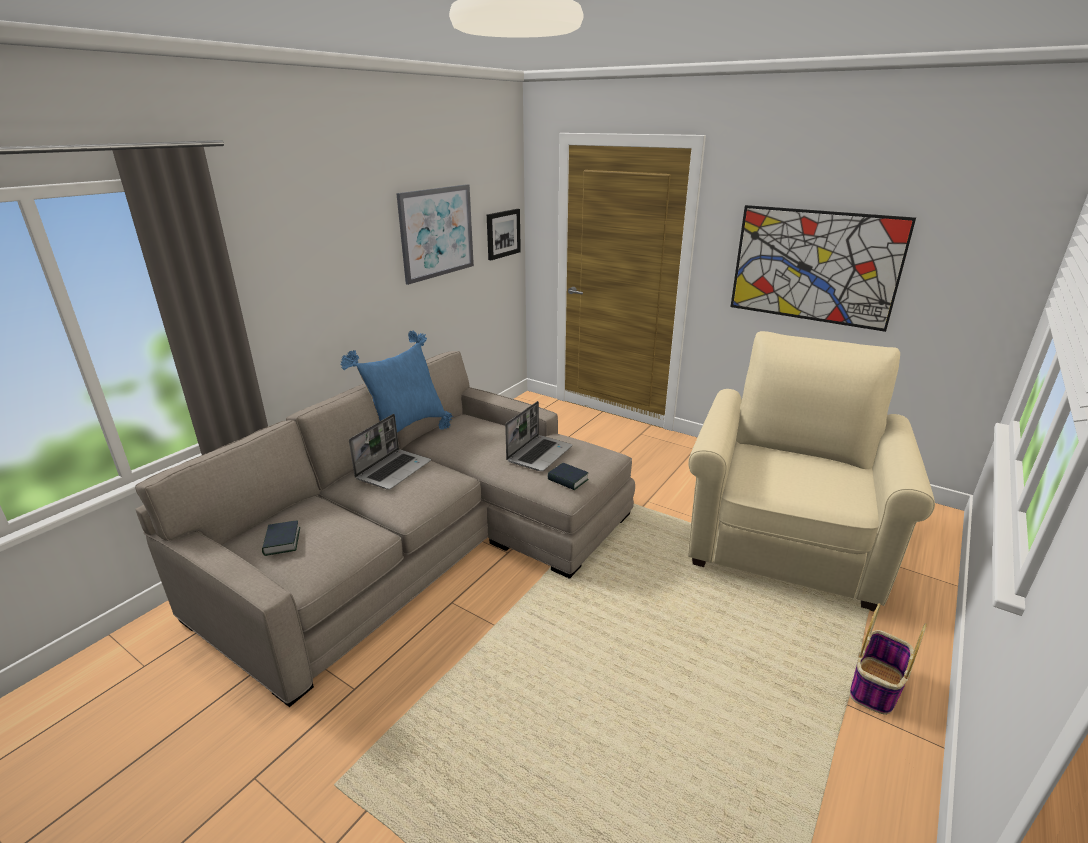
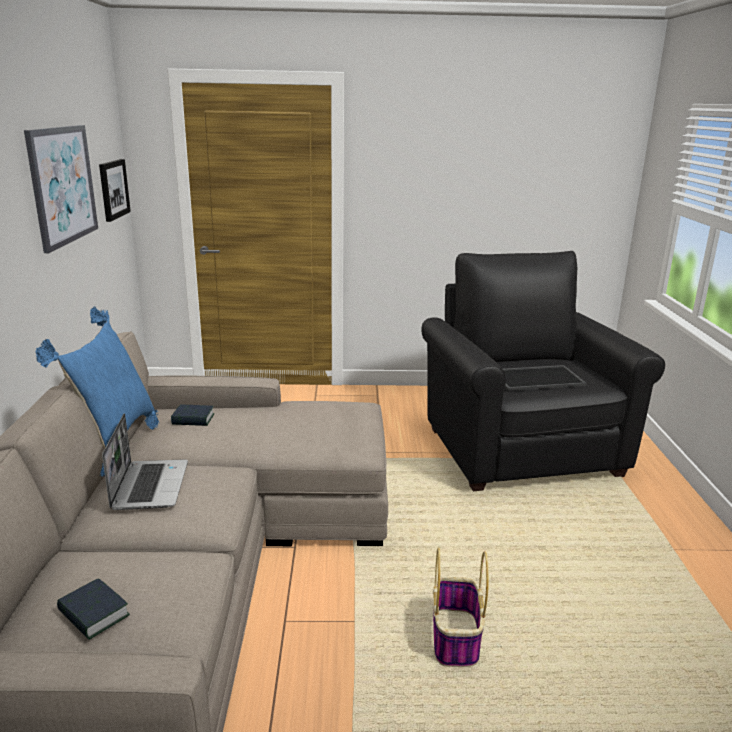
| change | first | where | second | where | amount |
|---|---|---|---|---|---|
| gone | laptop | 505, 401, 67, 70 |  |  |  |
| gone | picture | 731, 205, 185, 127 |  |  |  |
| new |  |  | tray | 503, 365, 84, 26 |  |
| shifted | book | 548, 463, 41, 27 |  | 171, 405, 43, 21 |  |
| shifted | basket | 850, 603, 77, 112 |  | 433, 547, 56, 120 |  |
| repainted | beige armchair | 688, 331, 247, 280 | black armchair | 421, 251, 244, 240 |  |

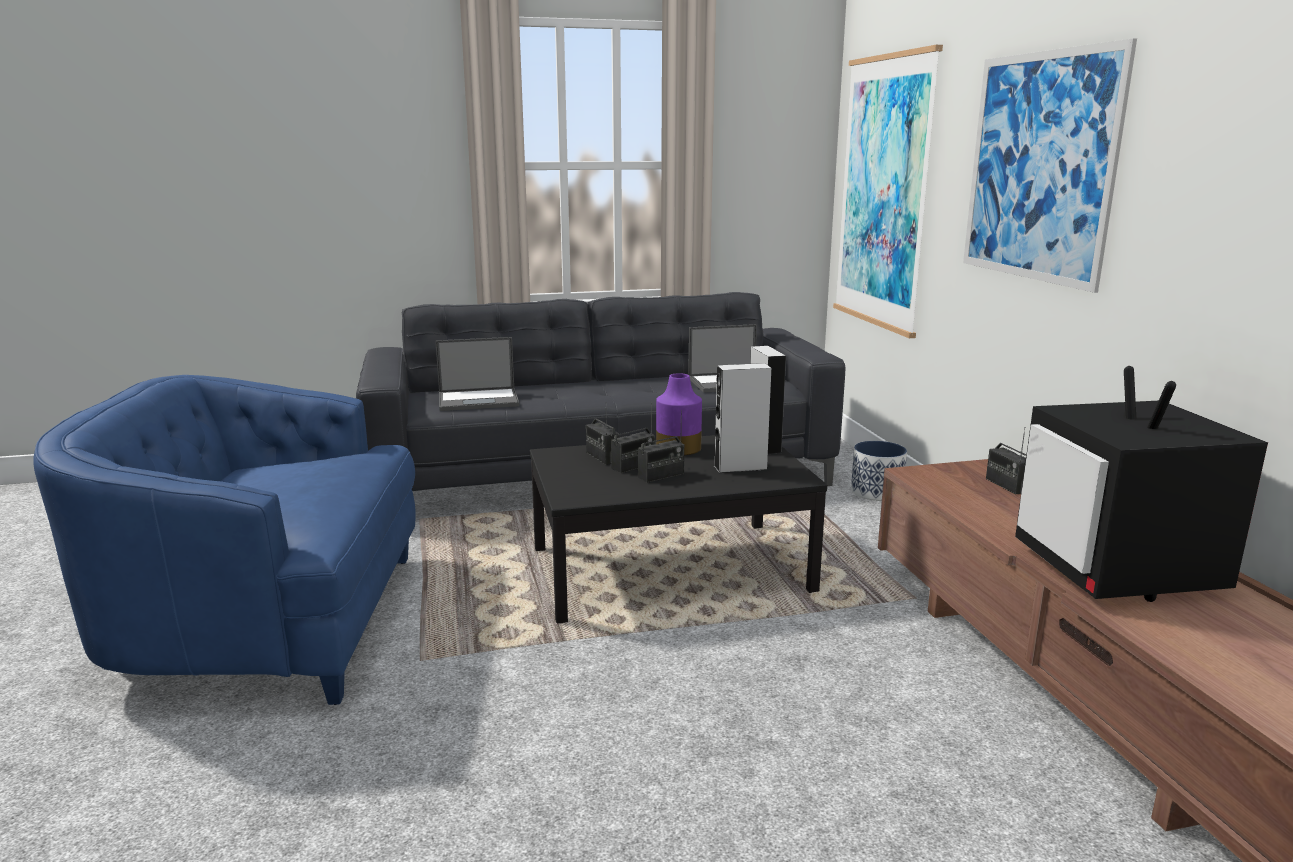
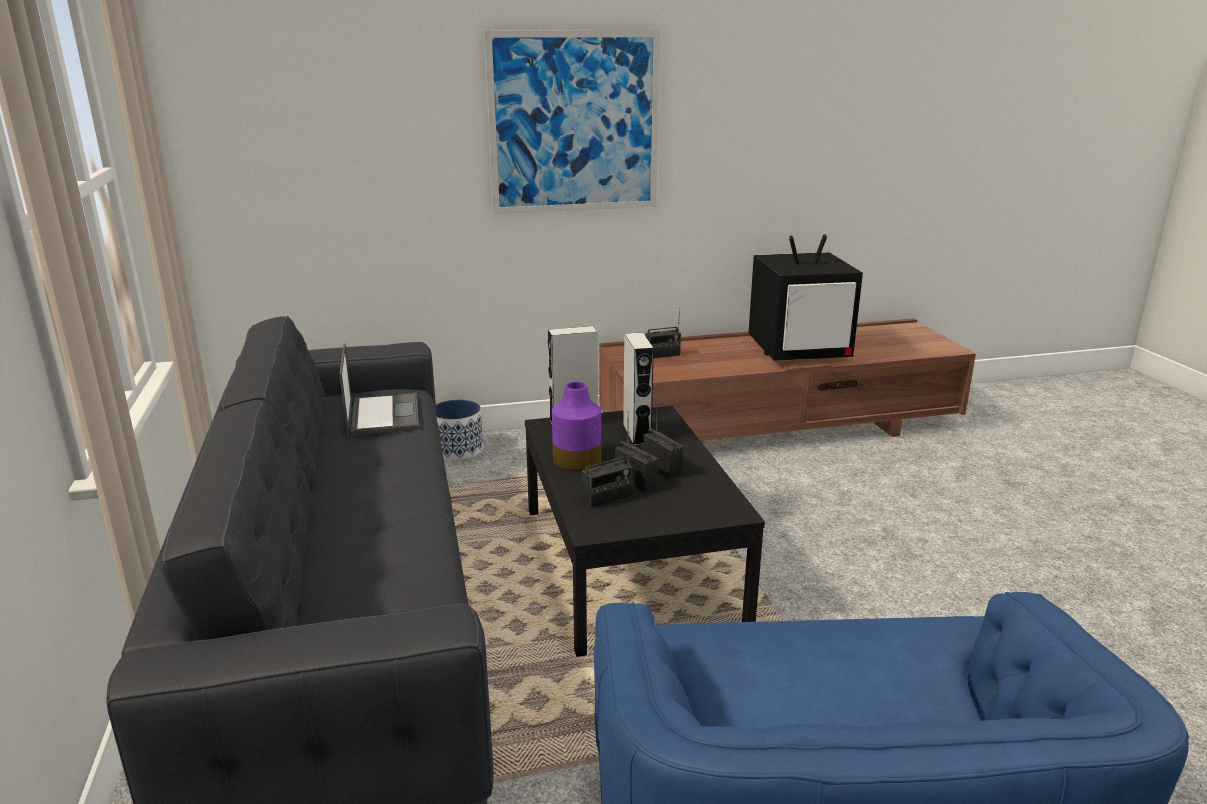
| change | first | where | second | where | amount |
|---|---|---|---|---|---|
| gone | laptop | 435, 337, 84, 74 |  |  |  |
| gone | picture | 833, 45, 110, 293 |  |  |  |

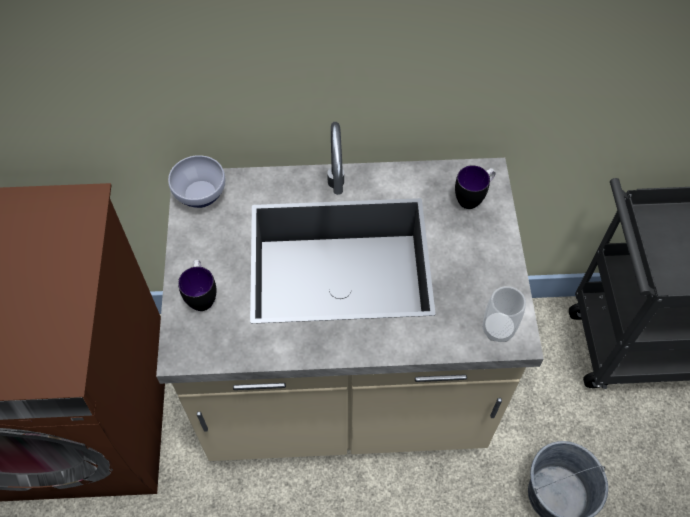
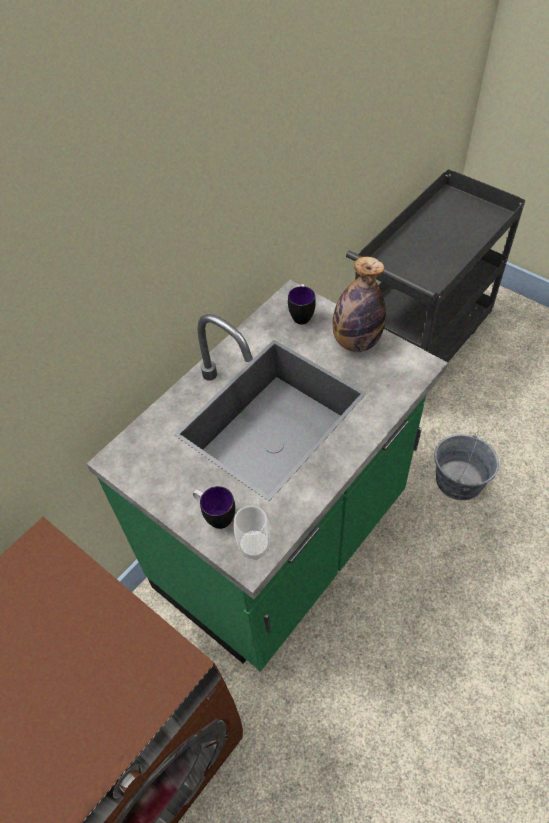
| change | first | where | second | where | amount |
|---|---|---|---|---|---|
| gone | bowl | 168, 155, 58, 53 |  |  |  |
| new |  |  | bottle | 332, 257, 54, 95 |  |
| shifted | cup | 483, 286, 43, 56 |  | 234, 506, 36, 54 |  |
| repainted | beige counter | 156, 122, 388, 339 | green counter | 87, 280, 361, 392 |  |

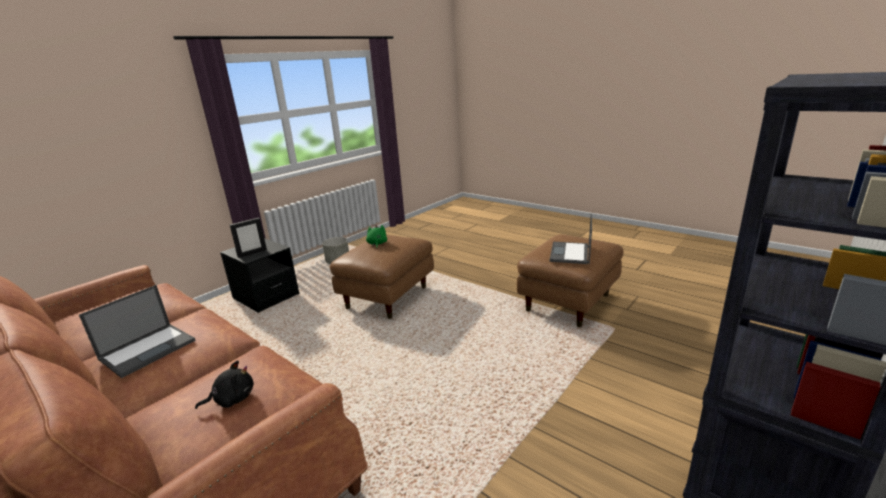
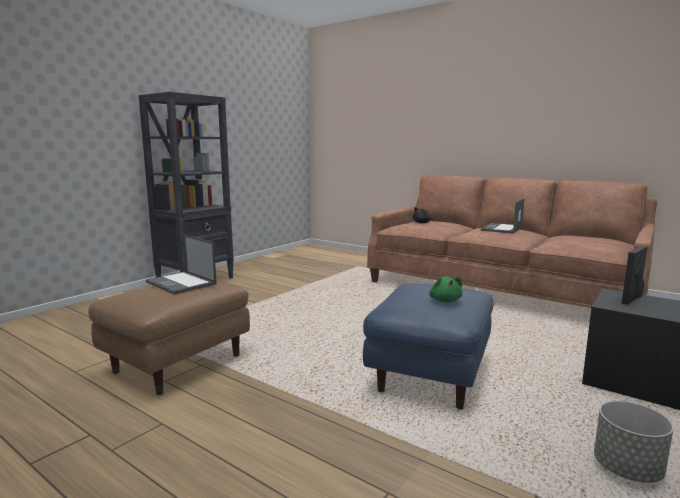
| change | first | where | second | where | amount |
|---|---|---|---|---|---|
| repainted | brown ottoman | 330, 235, 104, 84 | blue ottoman | 363, 283, 131, 127 |  |
| rotated | laptop | 549, 213, 43, 51 |  | 146, 235, 71, 60 | 120 degrees clockwise |

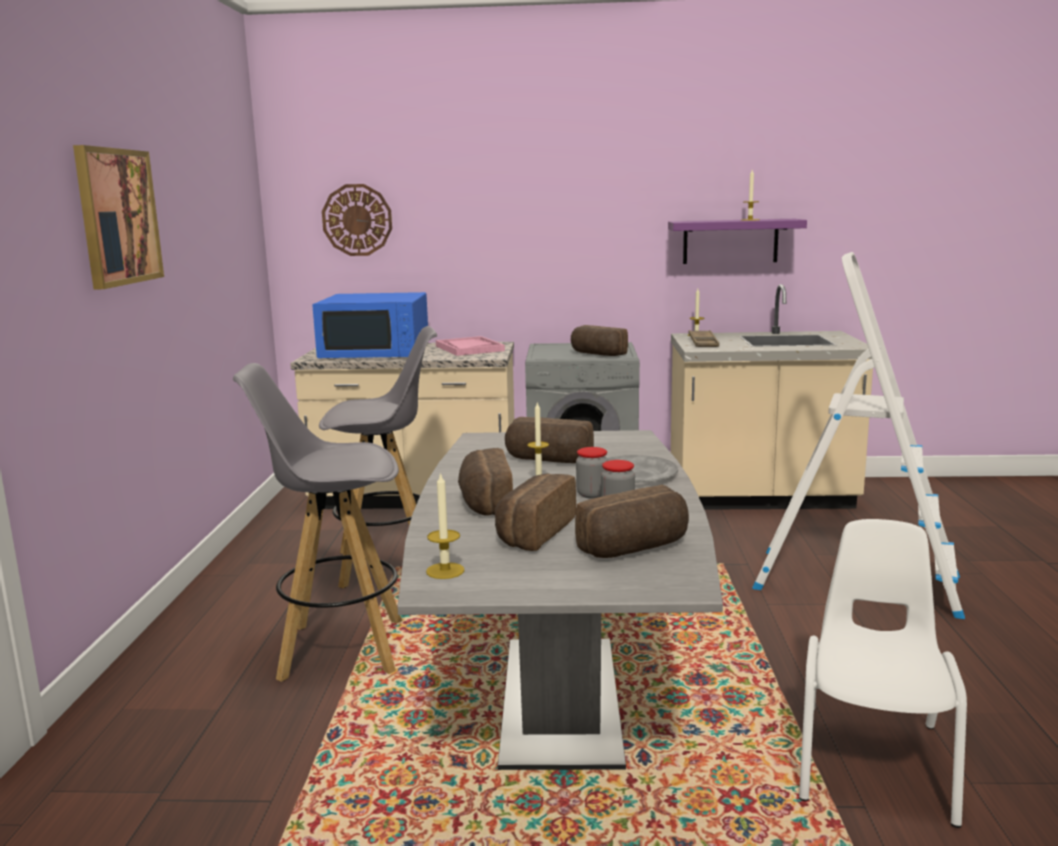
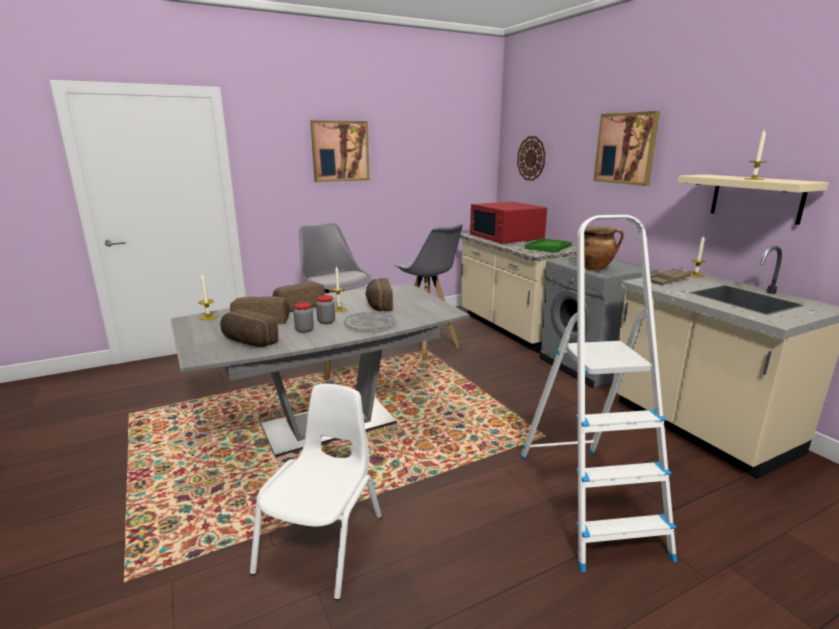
| change | first | where | second | where | amount |
|---|---|---|---|---|---|
| new |  |  | picture | 594, 111, 66, 75 |  |
| swapped | bread | 571, 325, 57, 31 | cooking pot | 584, 227, 40, 44 |  |
| repainted | blue microwave | 312, 292, 116, 66 | red microwave | 470, 202, 77, 42 |  |
| repainted | pink tray | 436, 336, 69, 20 | green tray | 525, 238, 47, 15 |  |
| repainted | purple shelf | 668, 219, 139, 45 | beige shelf | 677, 174, 152, 51 |  |
| rotated | white chair | 799, 519, 168, 309 |  | 250, 384, 132, 216 | 60 degrees counterclockwise |

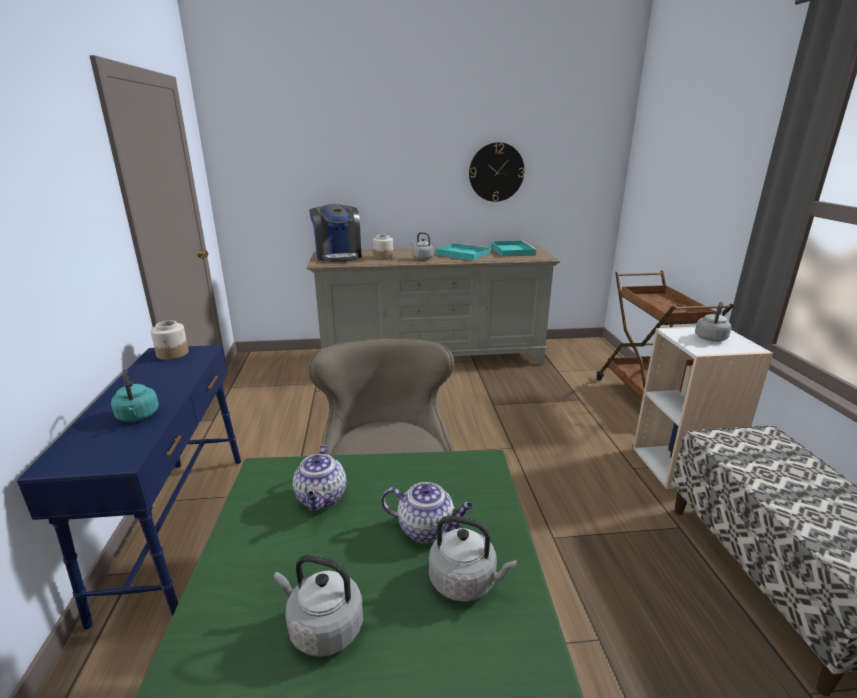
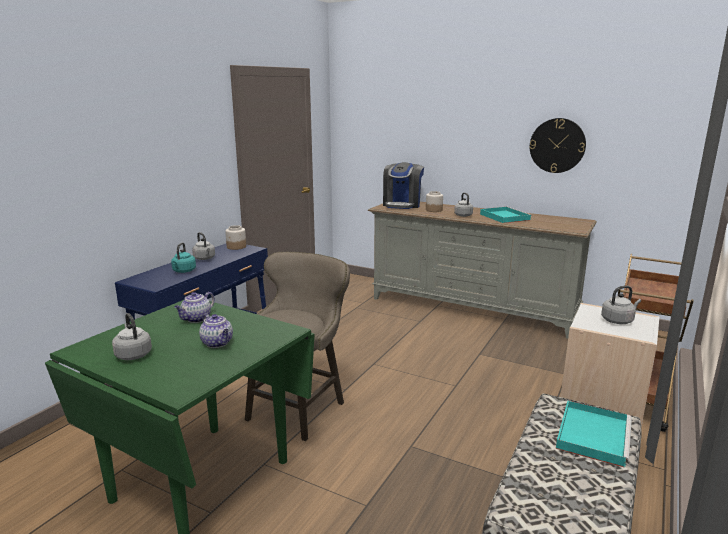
| change | first | where | second | where | amount |
|---|---|---|---|---|---|
| shifted | grey kettle | 429, 515, 88, 87 |  | 192, 232, 23, 28 |  |
| shifted | turquoise tray | 491, 240, 47, 17 |  | 556, 401, 76, 67 |  |

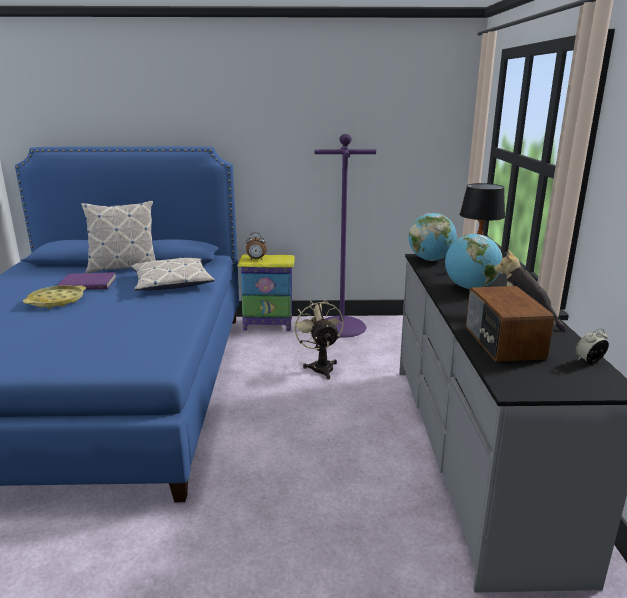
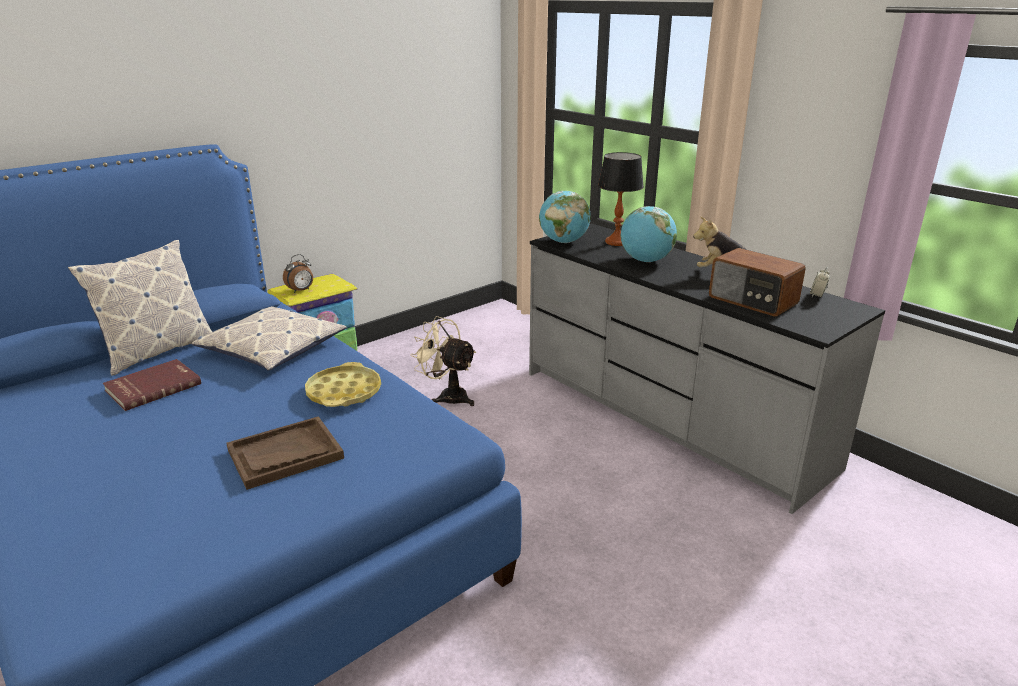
| change | first | where | second | where | amount |
|---|---|---|---|---|---|
| gone | purple clothes rack | 315, 134, 61, 204 |  |  |  |
| new |  |  | brown tray | 226, 416, 118, 74 |  |
| shifted | yellow tray | 23, 285, 63, 24 |  | 305, 362, 76, 45 |  |
| repainted | purple book | 57, 272, 59, 18 | red book | 103, 359, 98, 52 |  |

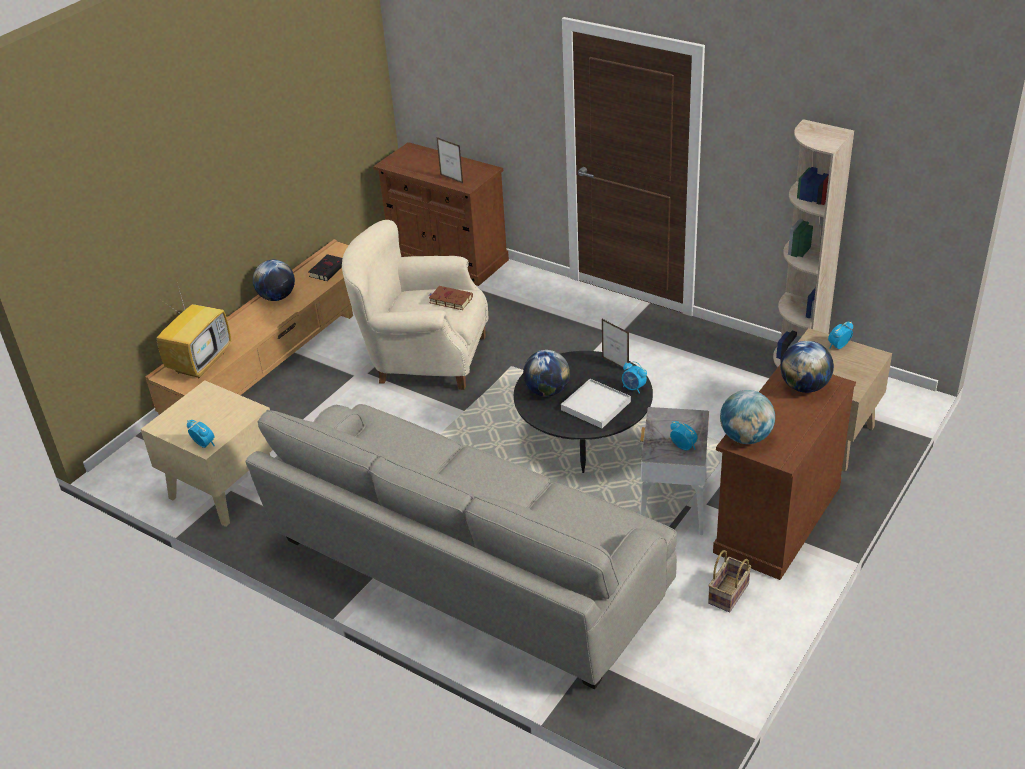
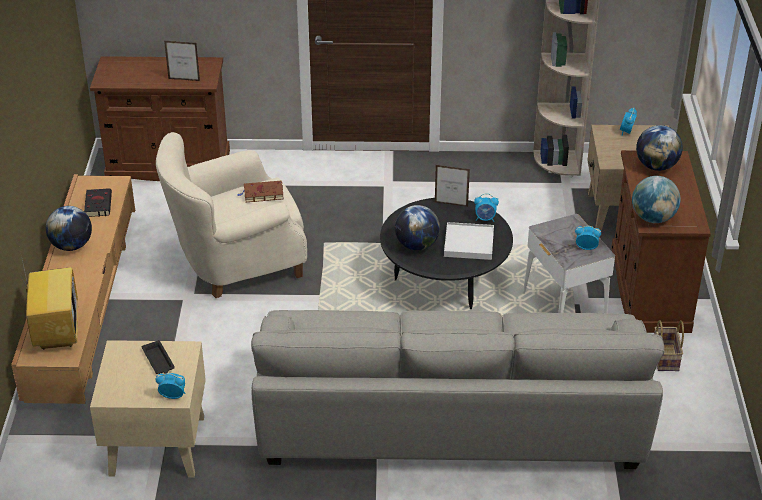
| change | first | where | second | where | amount |
|---|---|---|---|---|---|
| new |  |  | black tray | 141, 340, 34, 34 |  |

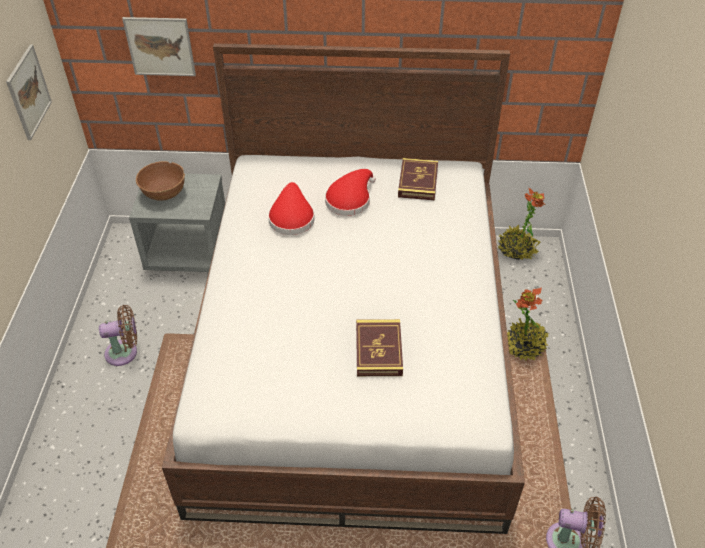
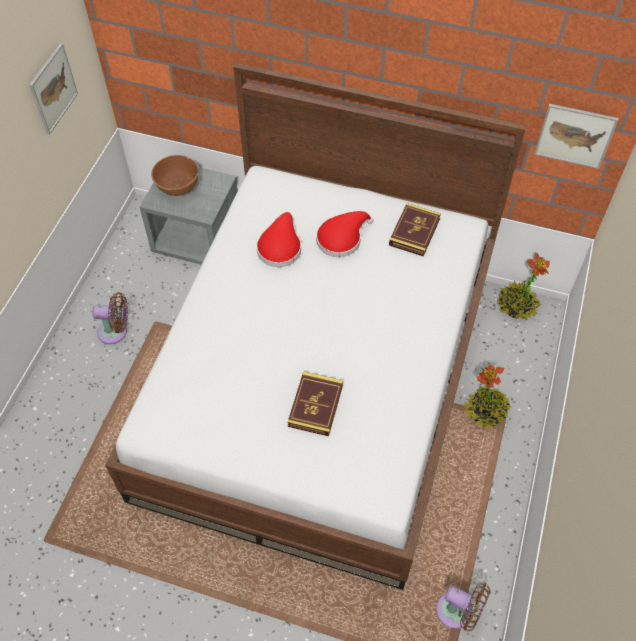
| change | first | where | second | where | amount |
|---|---|---|---|---|---|
| shifted | picture | 122, 17, 74, 59 |  | 534, 104, 85, 65 |  |

